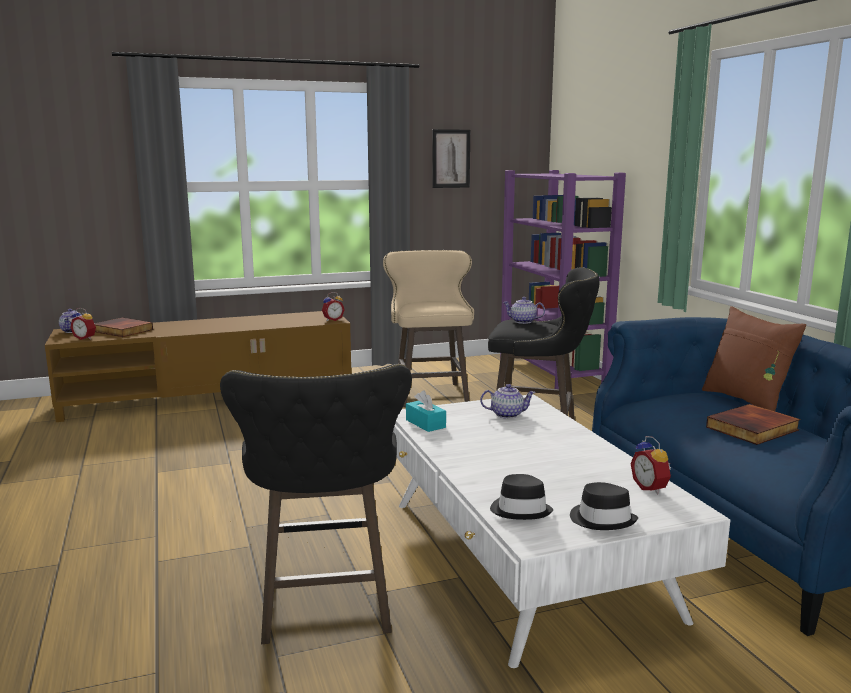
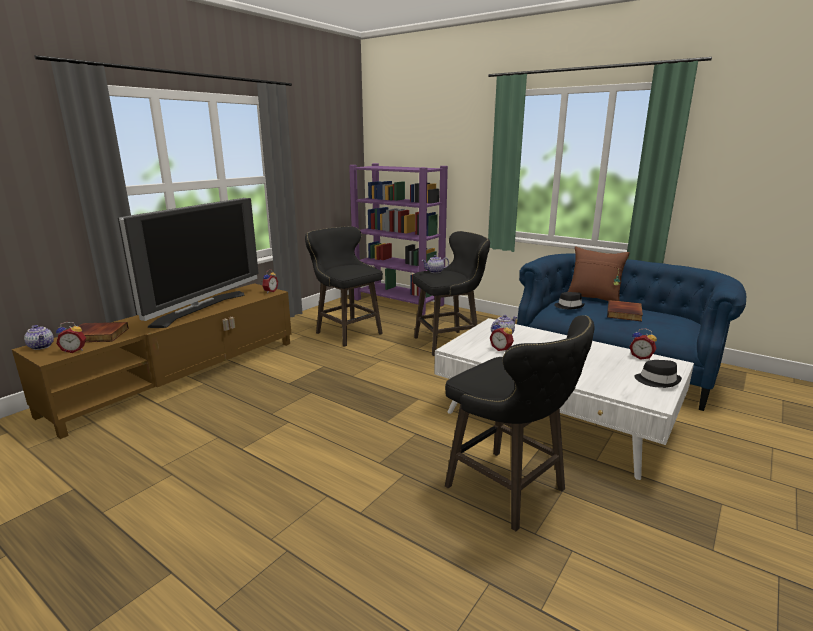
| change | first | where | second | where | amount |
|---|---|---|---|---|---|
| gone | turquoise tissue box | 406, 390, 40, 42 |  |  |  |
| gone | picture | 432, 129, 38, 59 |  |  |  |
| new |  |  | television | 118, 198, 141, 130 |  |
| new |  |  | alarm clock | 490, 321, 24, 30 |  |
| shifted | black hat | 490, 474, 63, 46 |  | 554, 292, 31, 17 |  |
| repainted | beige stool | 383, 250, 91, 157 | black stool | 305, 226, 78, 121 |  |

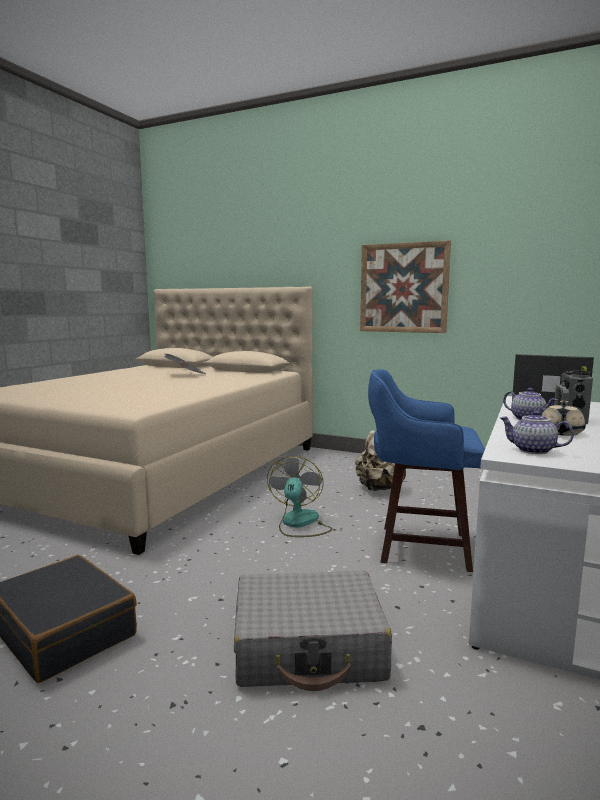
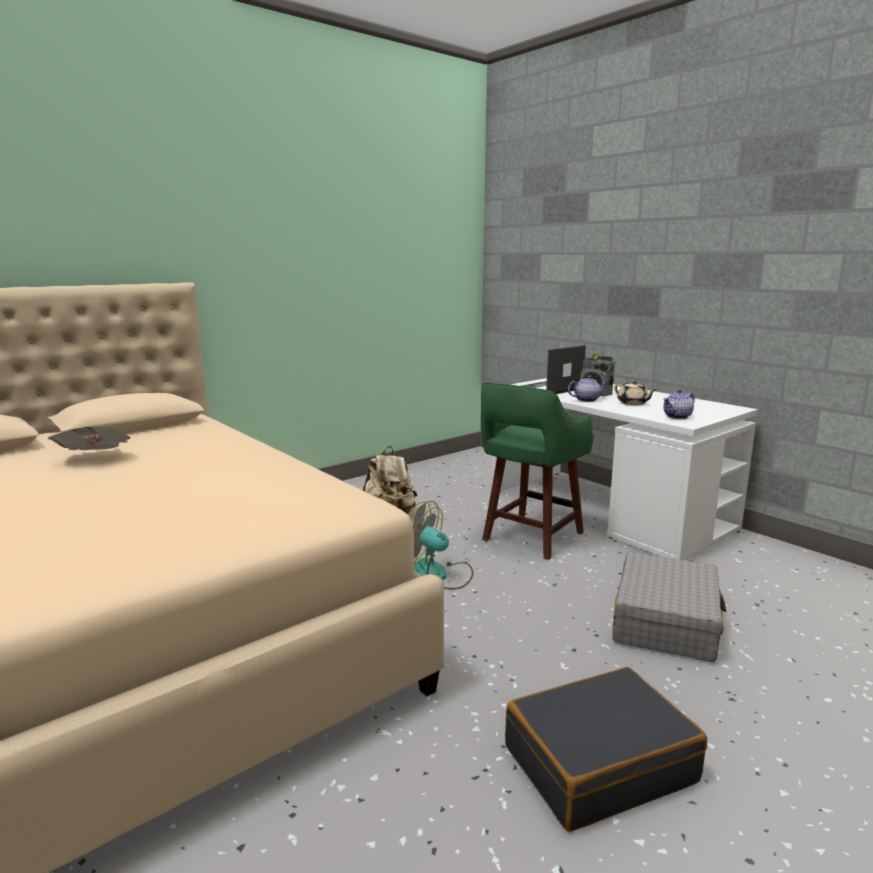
| change | first | where | second | where | amount |
|---|---|---|---|---|---|
| gone | picture | 360, 240, 91, 93 |  |  |  |
| repainted | blue stool | 368, 369, 117, 203 | green stool | 481, 382, 112, 178 |  |

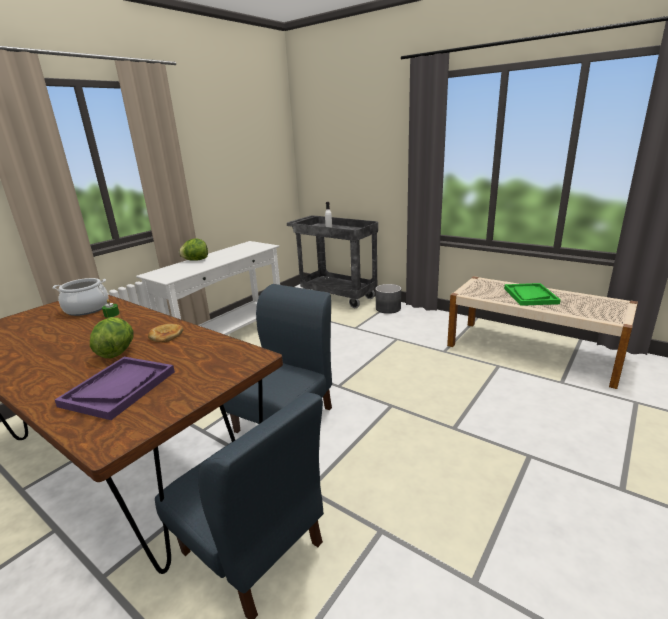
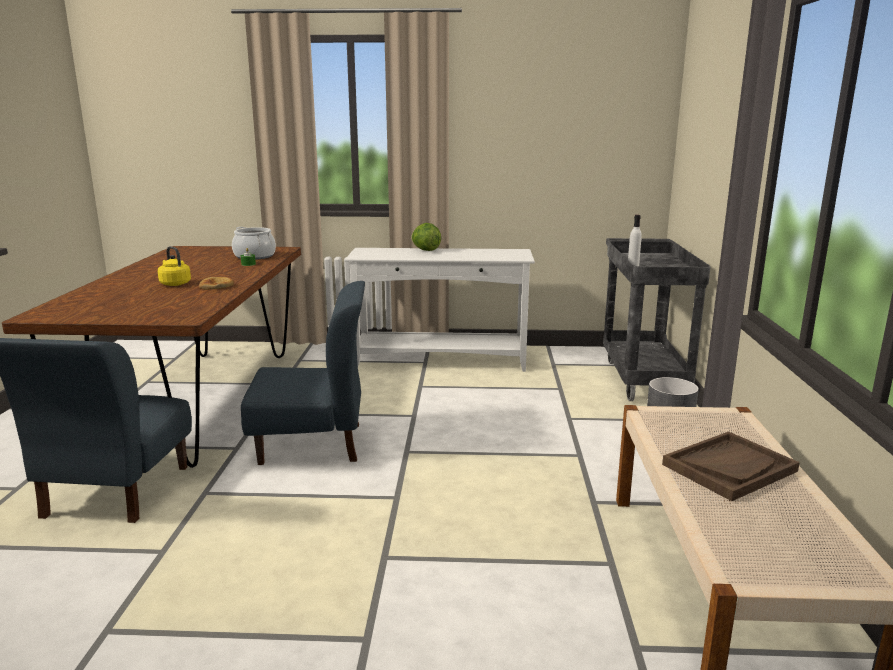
| change | first | where | second | where | amount |
|---|---|---|---|---|---|
| gone | purple tray | 55, 357, 120, 63 |  |  |  |
| swapped | lettuce | 90, 317, 44, 41 | yellow kettle | 158, 246, 33, 40 |  |
| repainted | green tray | 504, 283, 57, 23 | brown tray | 662, 432, 138, 69 |  |

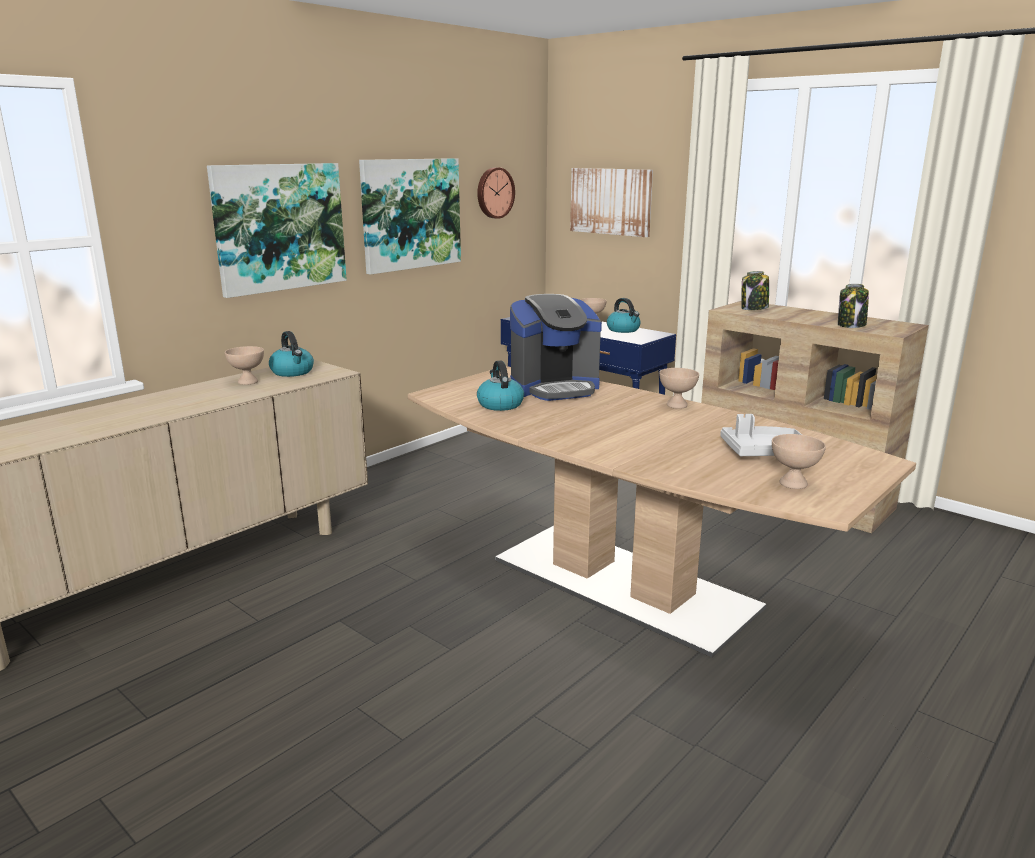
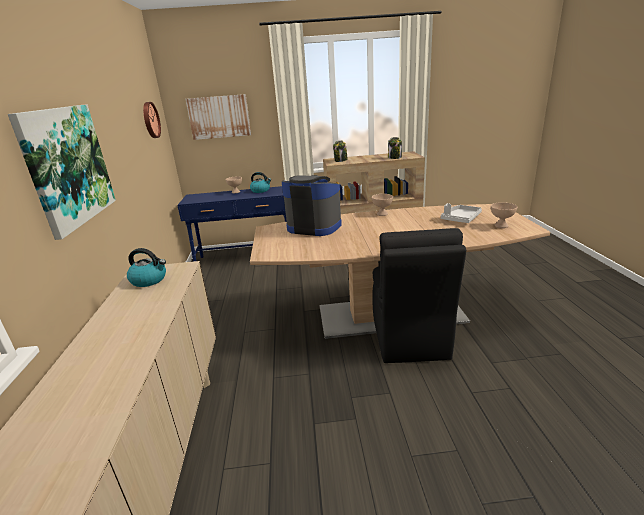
| change | first | where | second | where | amount |
|---|---|---|---|---|---|
| gone | beige bowl | 225, 346, 39, 39 |  |  |  |
| gone | picture | 359, 158, 102, 117 |  |  |  |
| gone | kettle | 477, 360, 47, 51 |  |  |  |
| new |  |  | black chair | 372, 228, 94, 135 |  |
| rotated | coffee machine | 510, 294, 92, 107 |  | 282, 175, 60, 61 | 90 degrees counterclockwise |

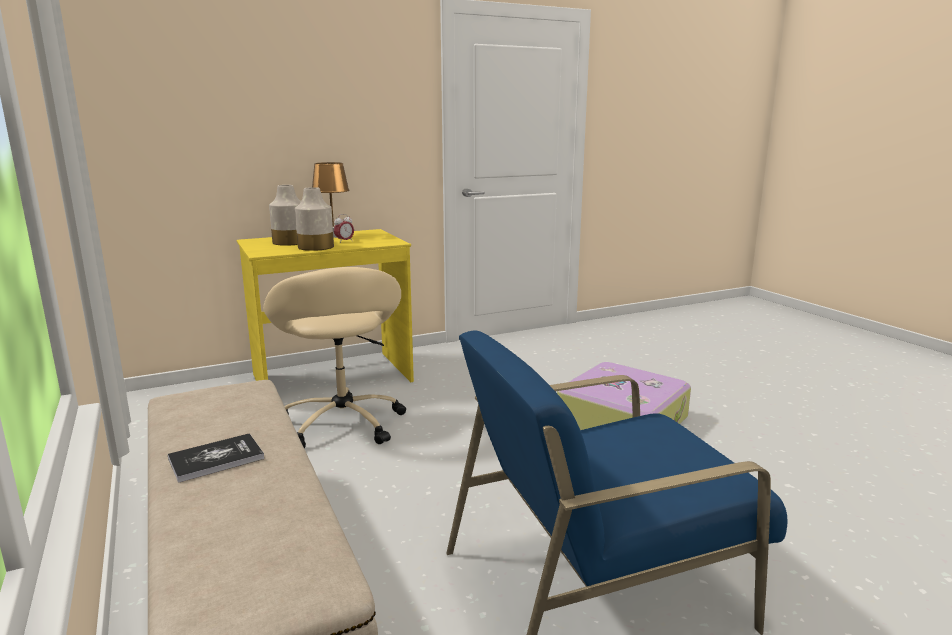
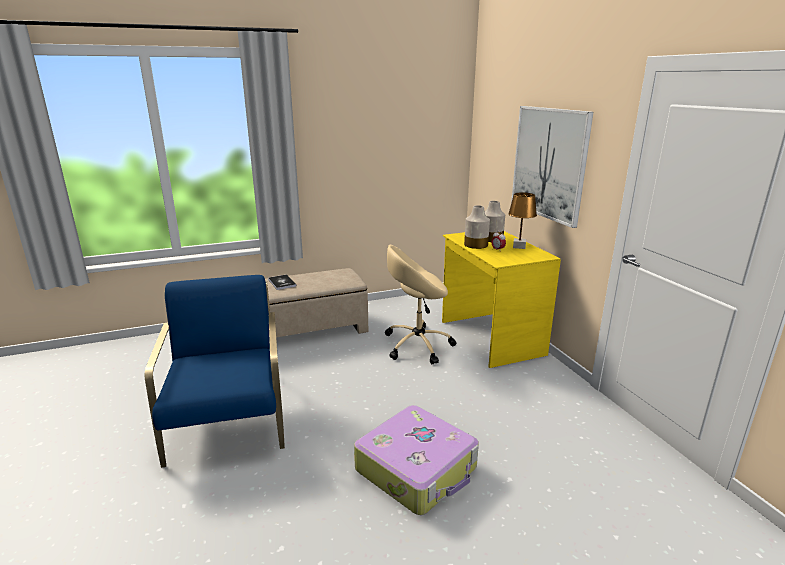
| change | first | where | second | where | amount |
|---|---|---|---|---|---|
| new |  |  | picture | 511, 106, 82, 122 |  |

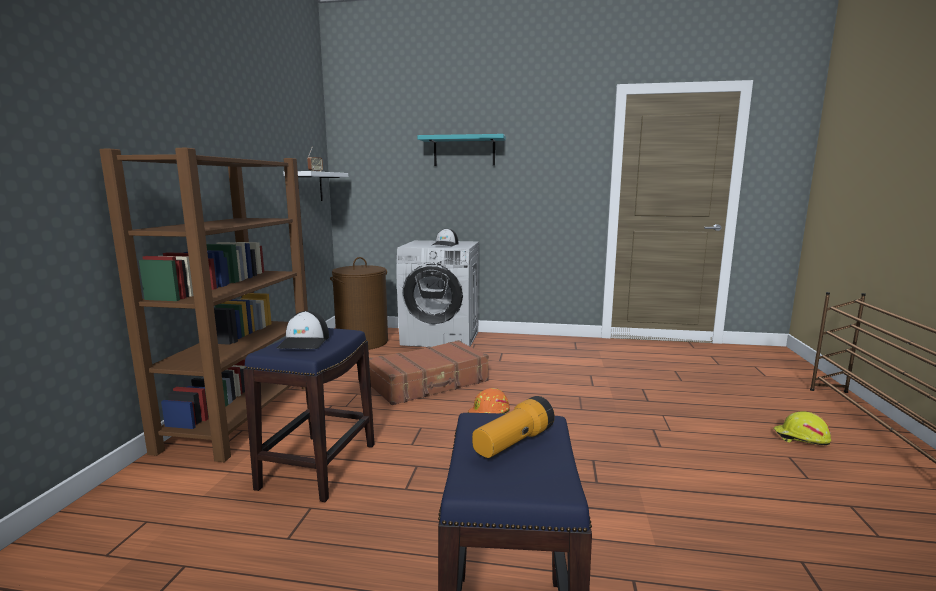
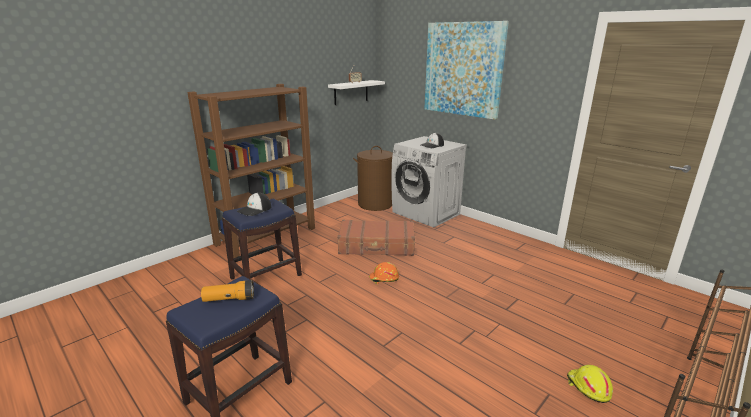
| change | first | where | second | where | amount |
|---|---|---|---|---|---|
| swapped | turquoise shelf | 417, 134, 89, 32 | picture | 424, 21, 85, 99 |  |

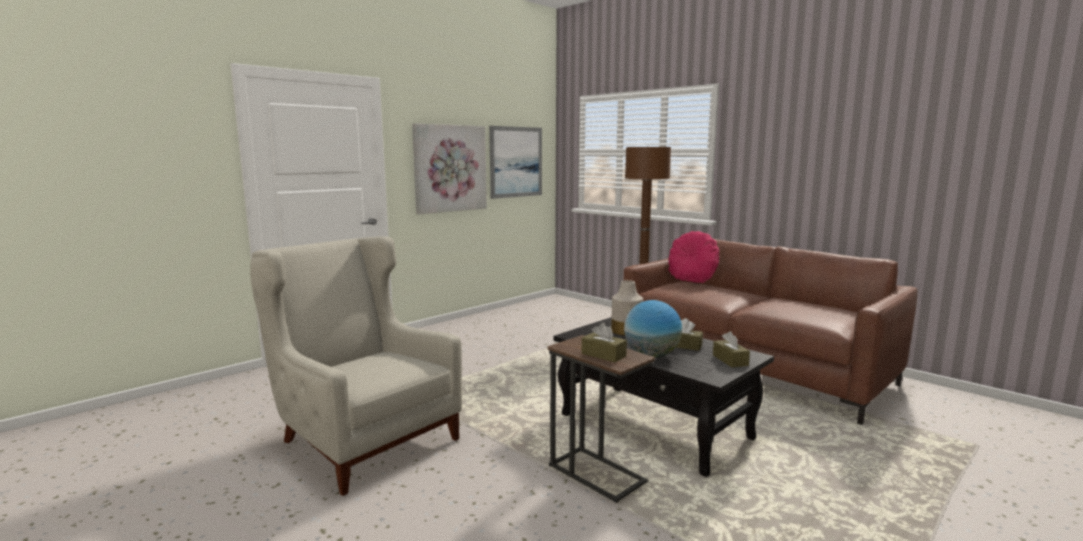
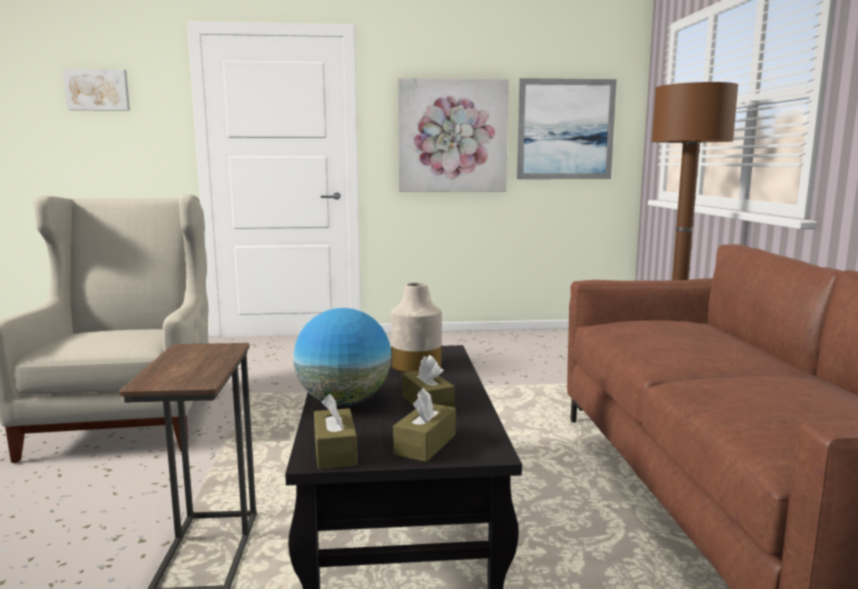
| change | first | where | second | where | amount |
|---|---|---|---|---|---|
| gone | pink pillow | 668, 231, 51, 52 |  |  |  |
| new |  |  | picture | 63, 69, 67, 42 |  |
| shifted | brown tissue box | 582, 323, 45, 39 |  | 314, 394, 43, 75 |  |

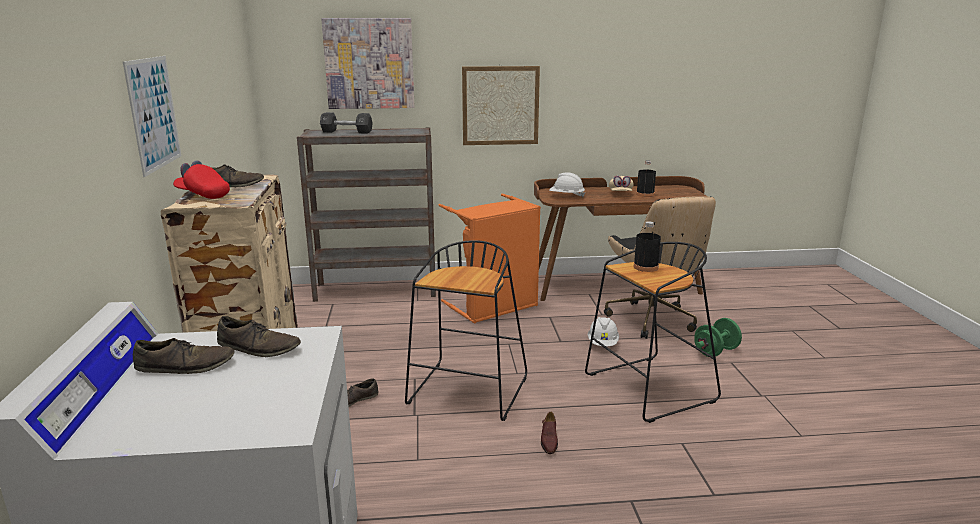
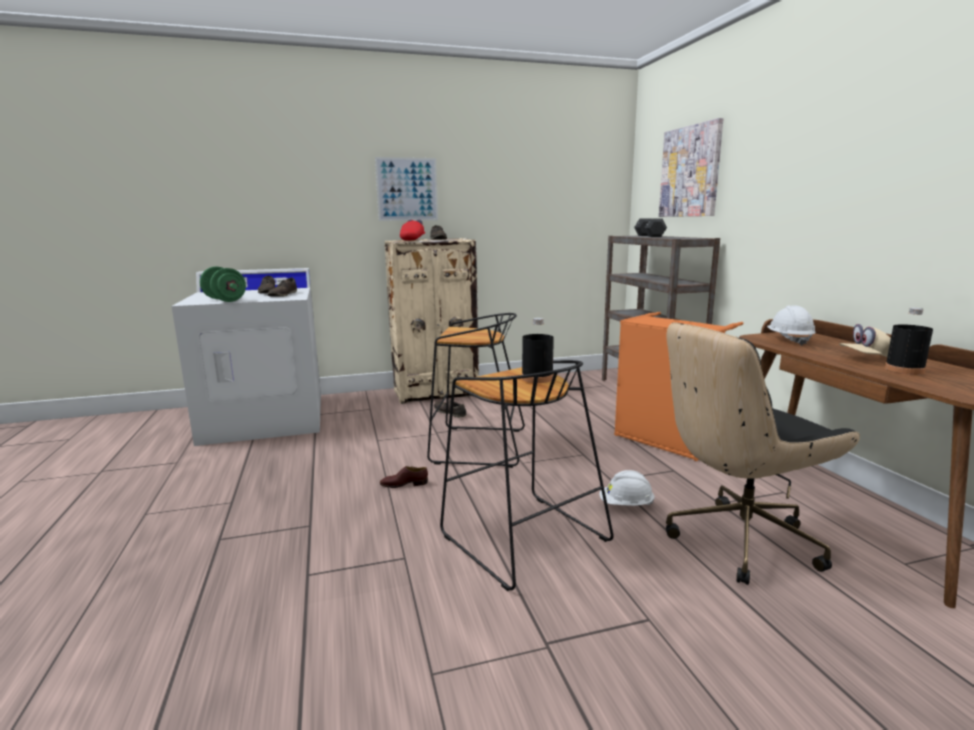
| change | first | where | second | where | amount |
|---|---|---|---|---|---|
| gone | picture | 462, 64, 78, 81 |  |  |  |
| shifted | green dumbbell | 694, 318, 48, 39 |  | 200, 267, 46, 35 |  |

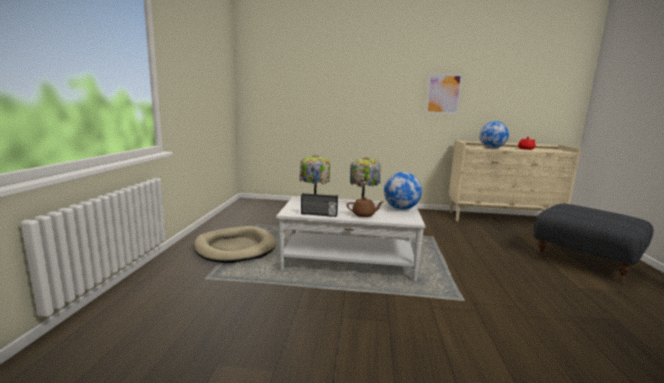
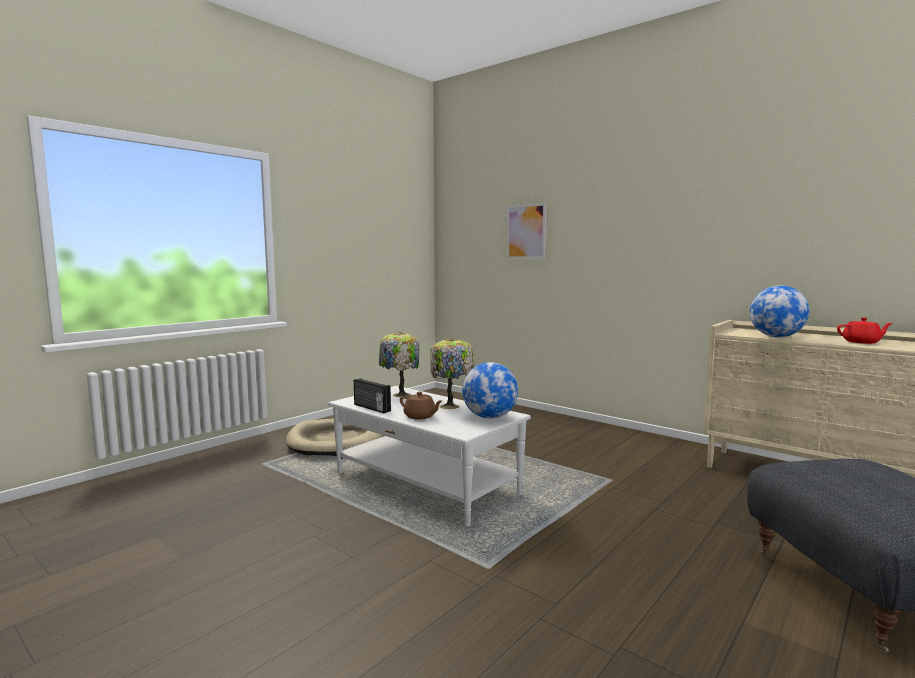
| change | first | where | second | where | amount |
|---|---|---|---|---|---|
| shifted | picture | 425, 73, 38, 41 |  | 507, 203, 39, 56 |  |

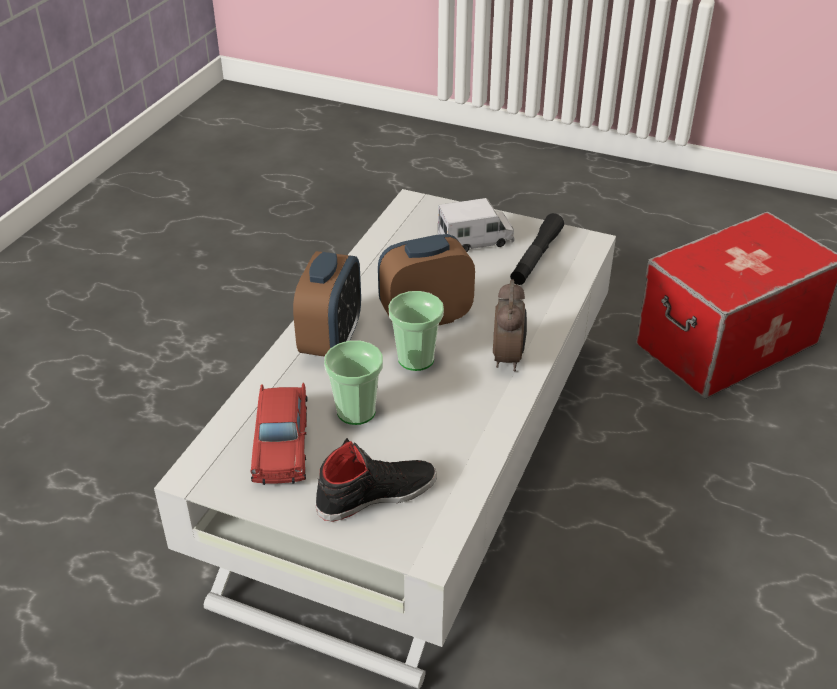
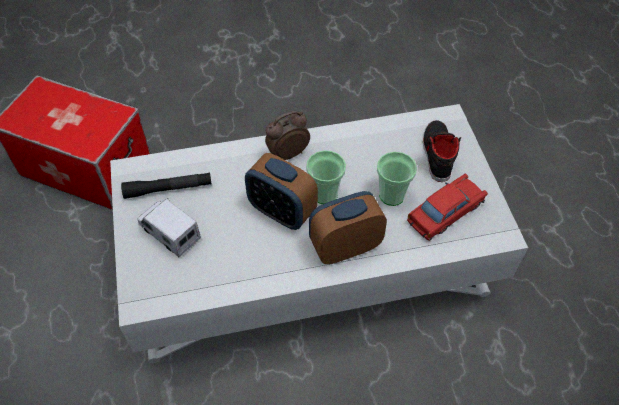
| change | first | where | second | where | amount |
|---|---|---|---|---|---|
| rotated | black shoe | 315, 438, 122, 84 |  | 423, 120, 38, 62 | 60 degrees clockwise |

